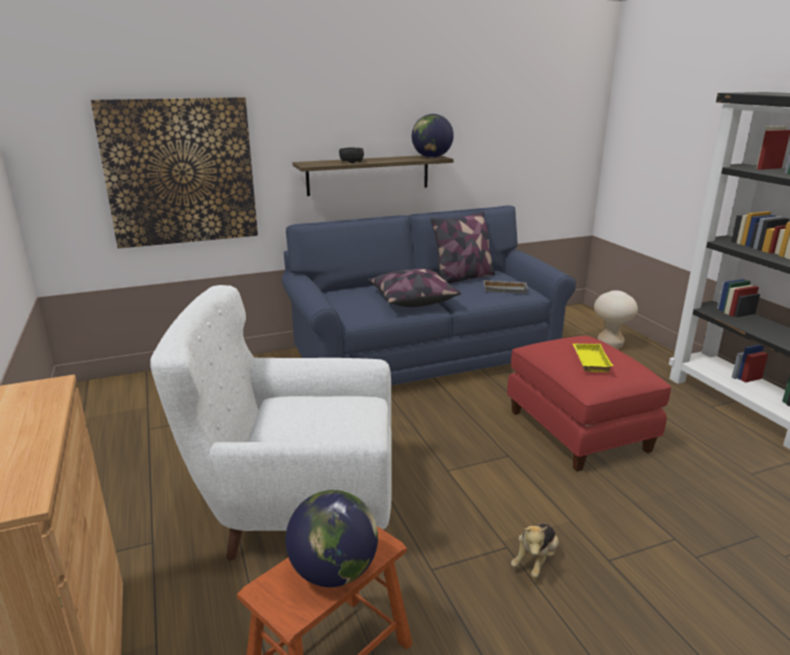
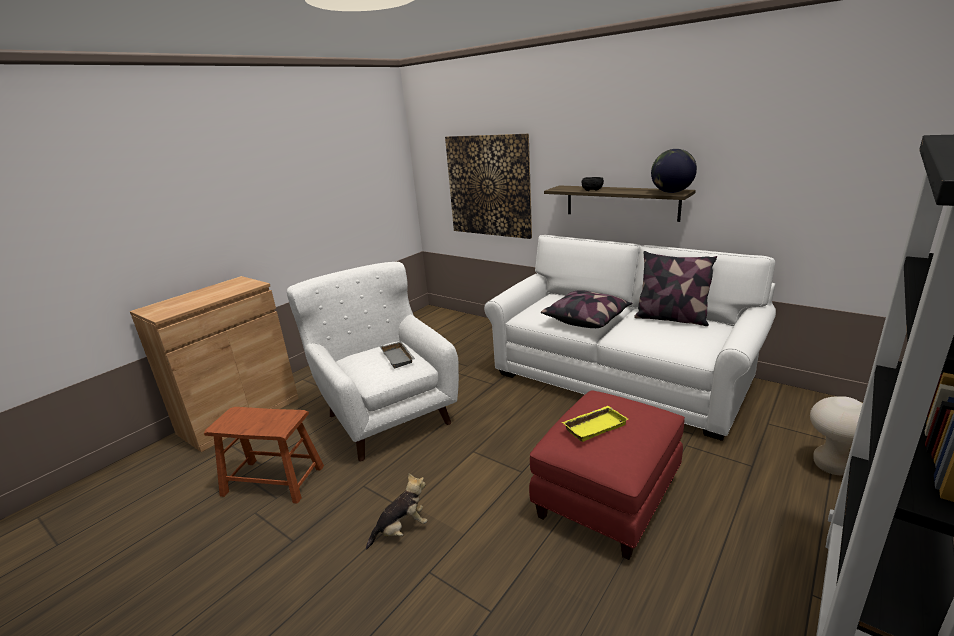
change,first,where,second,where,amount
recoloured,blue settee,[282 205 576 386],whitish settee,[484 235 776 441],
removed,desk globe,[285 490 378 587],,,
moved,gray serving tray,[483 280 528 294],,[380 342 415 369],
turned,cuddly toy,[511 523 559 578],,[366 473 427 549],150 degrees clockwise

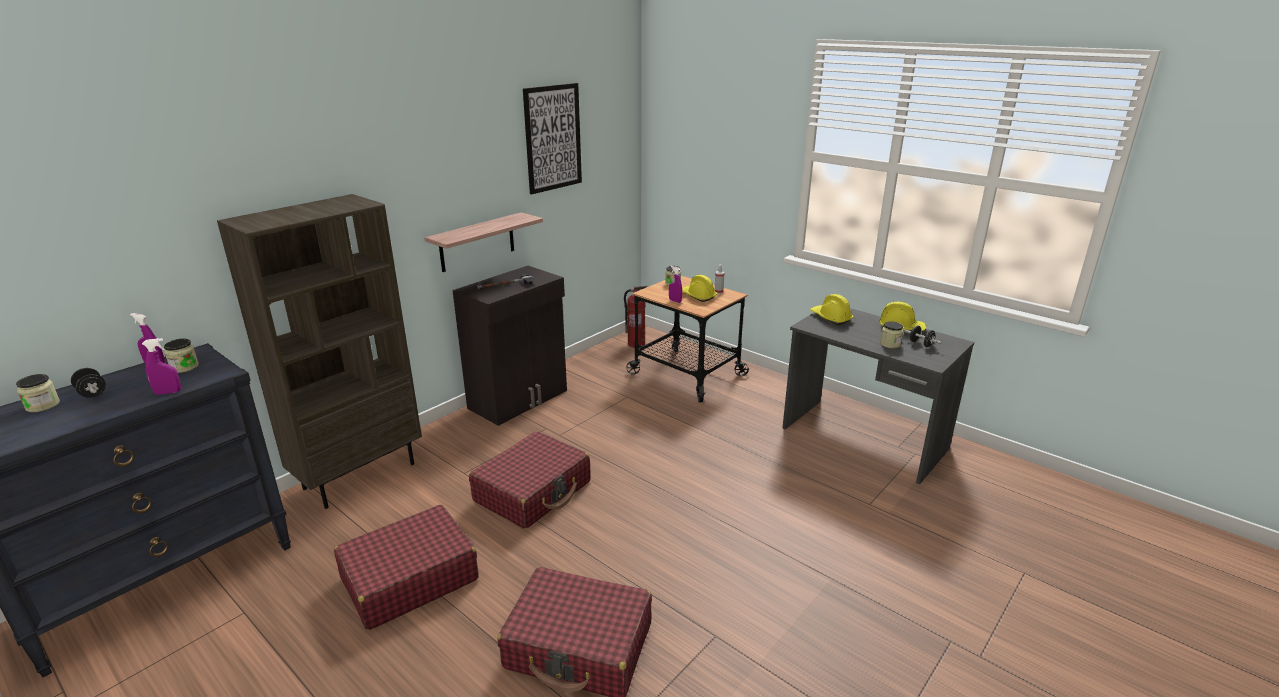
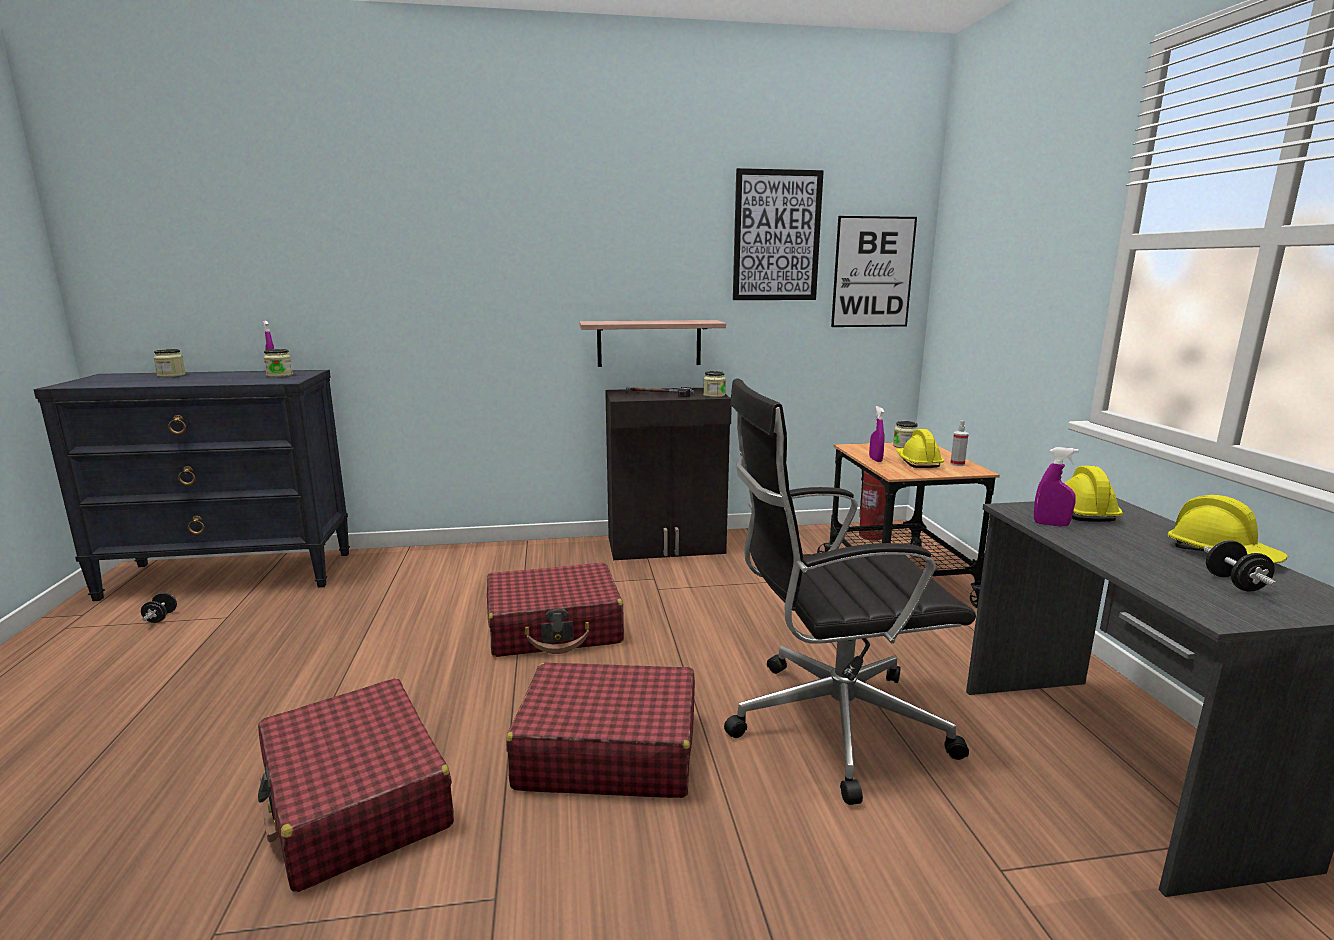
change,first,where,second,where,amount
moved,black hand weight,[71 368 106 398],,[141 593 177 623],
moved,purple hand sprayer,[142 338 181 395],,[1034 447 1079 527],
removed,brown shelving unit,[217 194 422 509],,,
moved,red travel case,[334 505 479 630],,[506 663 695 798],
moved,storage jar,[880 321 903 348],,[703 371 726 397],
added,,,black desk chair,[724 378 976 805],
added,,,wall art,[831 216 917 327],

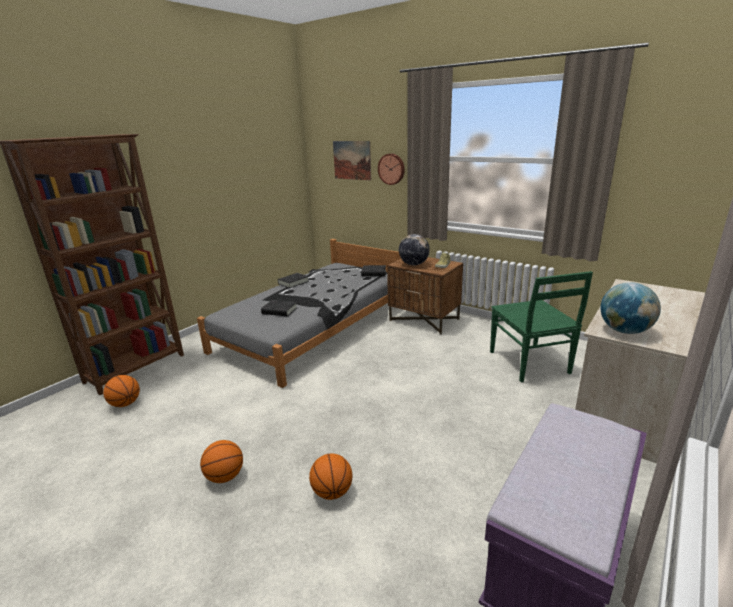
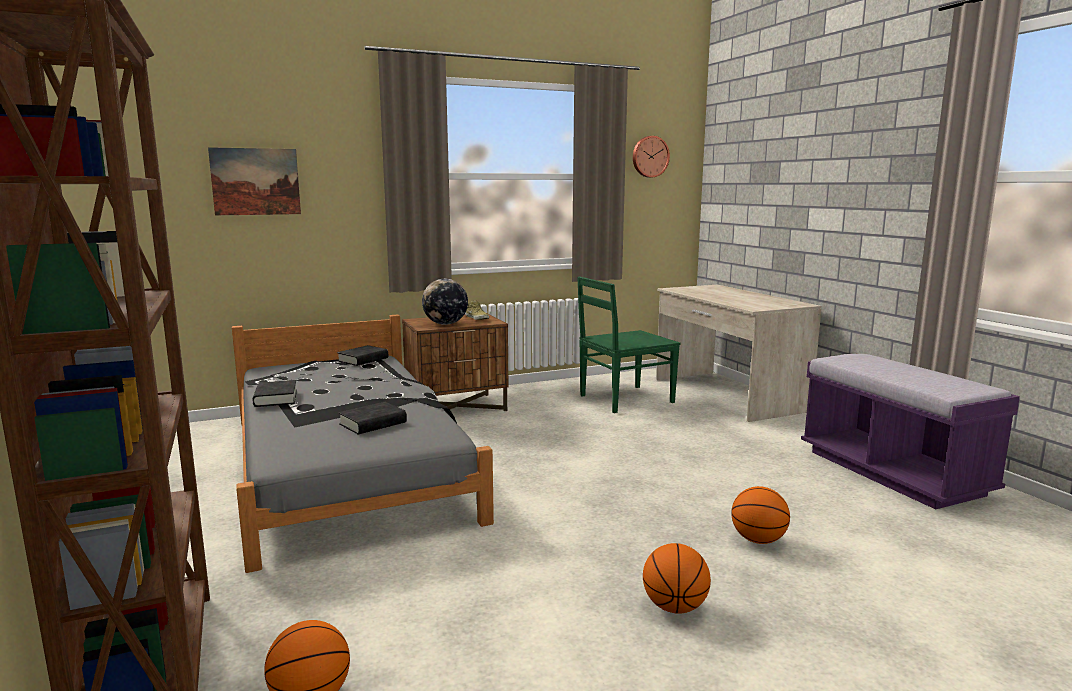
change,first,where,second,where,amount
moved,wall clock,[378 154 405 185],,[633 136 670 178],
turned,green-coloured chair,[490 271 593 382],,[577 277 680 413],135 degrees clockwise
removed,desk globe,[600 282 661 334],,,

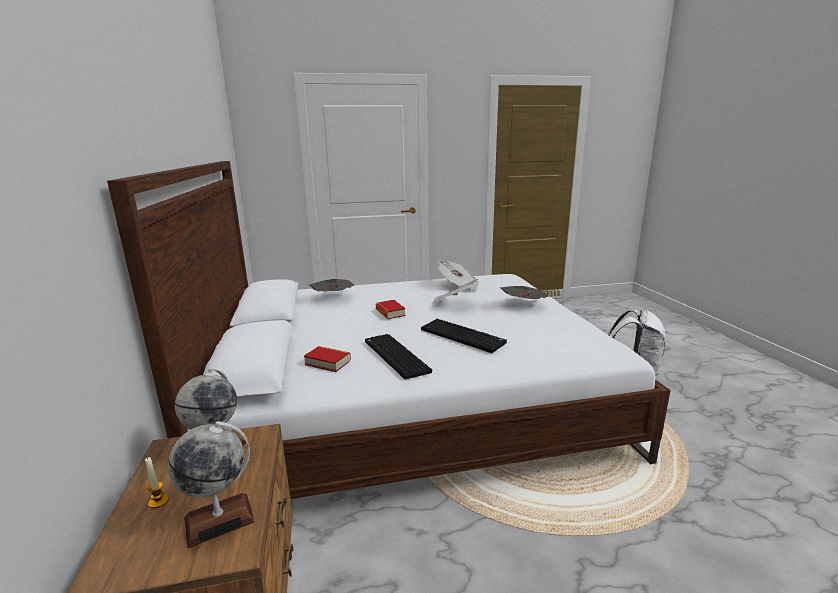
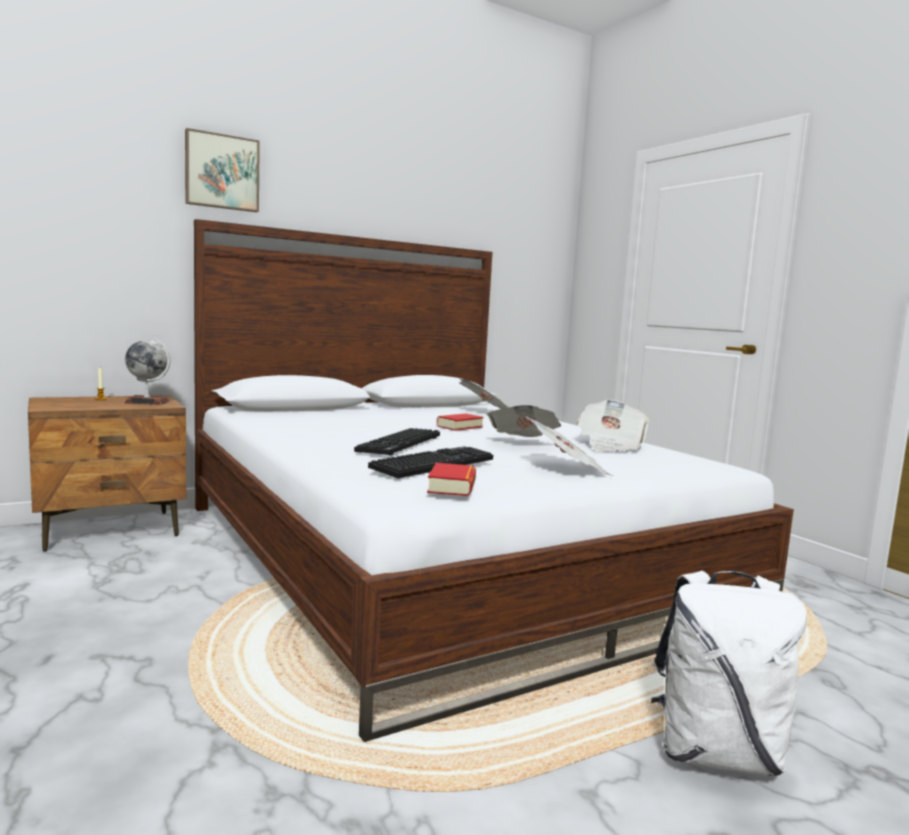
change,first,where,second,where,amount
removed,desk globe,[168 422 255 548],,,
moved,bound book,[304 346 351 372],,[427 463 476 496],
moved,PC keyboard,[365 334 432 379],,[368 446 493 478],
added,,,wall art,[185 128 260 212],

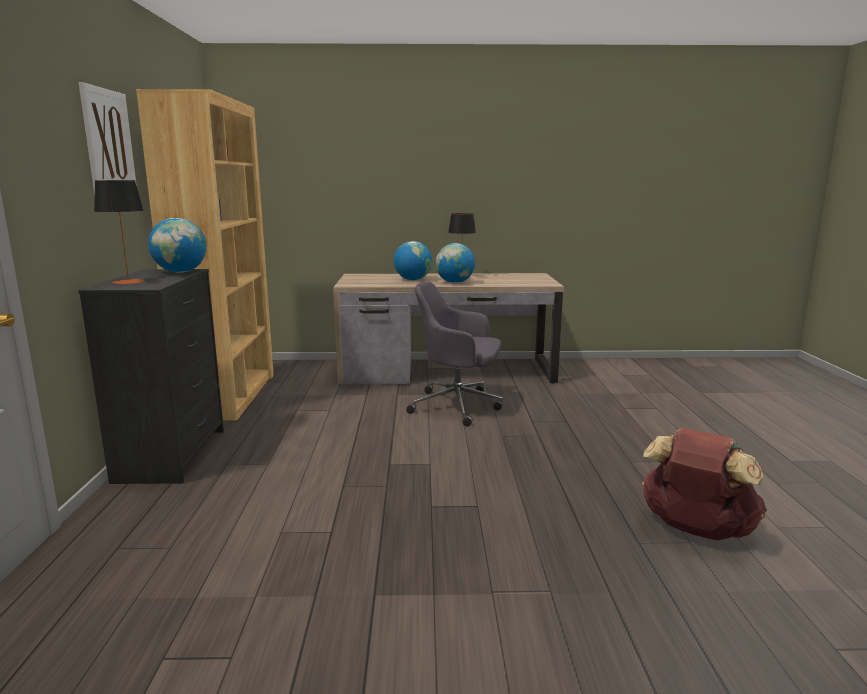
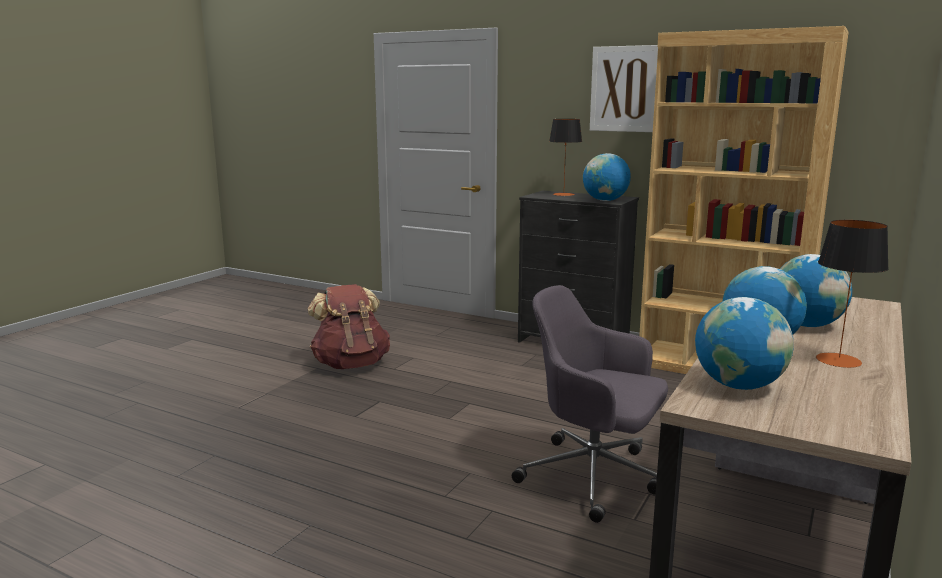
change,first,where,second,where,amount
turned,gray desk chair,[406 282 503 426],,[512 285 668 523],105 degrees counterclockwise
moved,brown backpack,[642 428 767 540],,[308 284 390 369],
added,,,desk globe,[695 297 794 390],

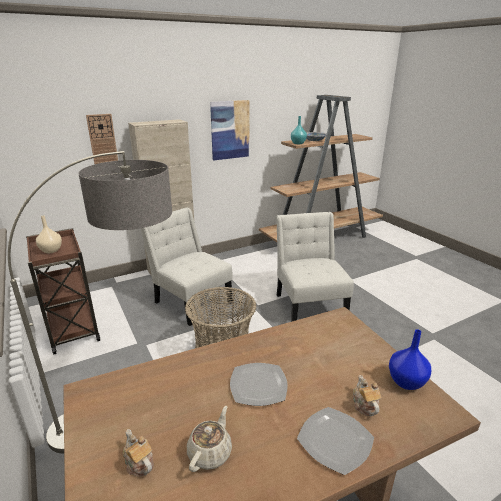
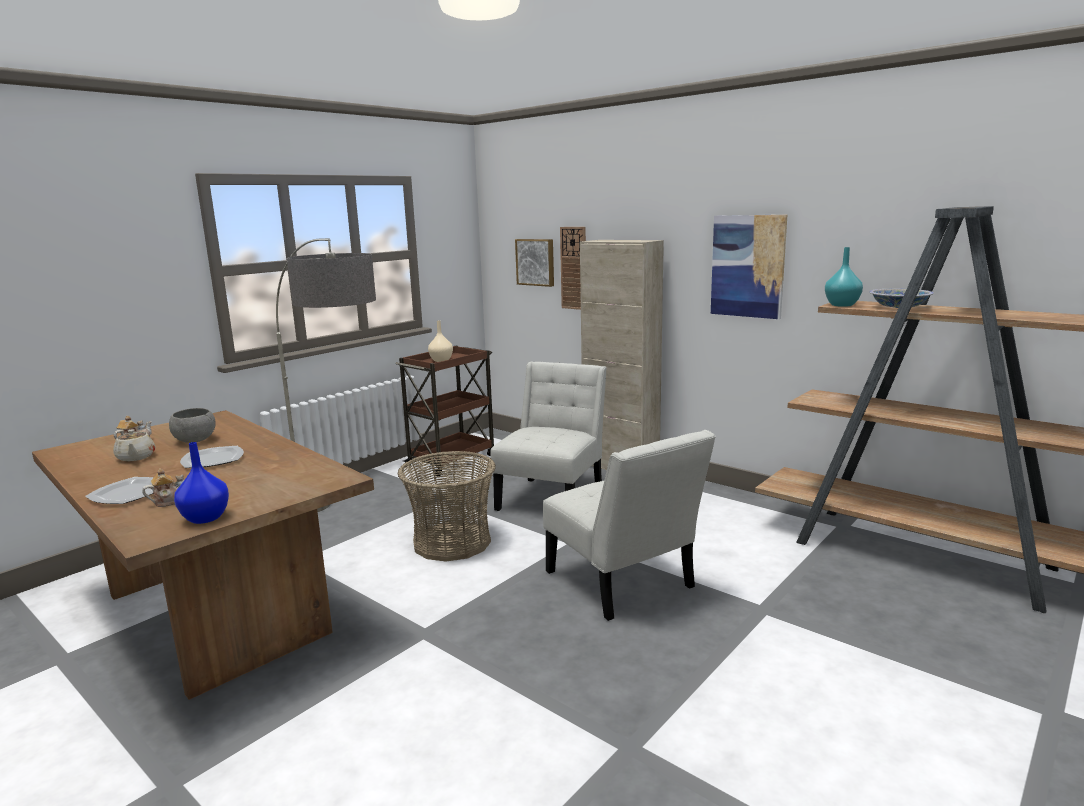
change,first,where,second,where,amount
turned,sand-coloured teapot,[187 406 232 472],,[113 429 156 461],60 degrees clockwise
turned,whitish chair,[276 212 354 322],,[543 430 716 621],90 degrees clockwise
added,,,gray bowl,[169 408 216 443],
added,,,wall art,[515 239 554 287],

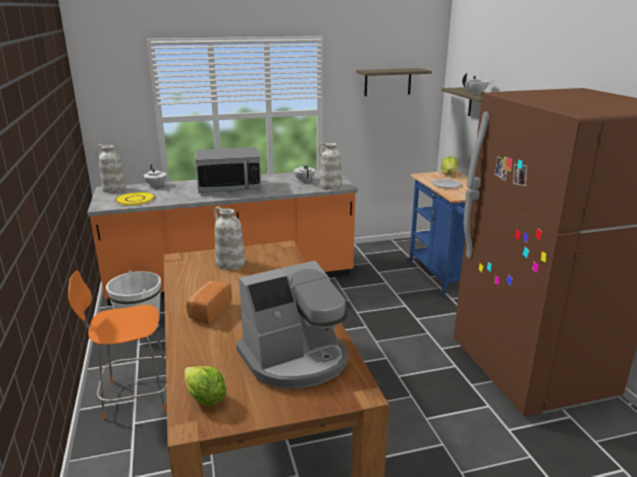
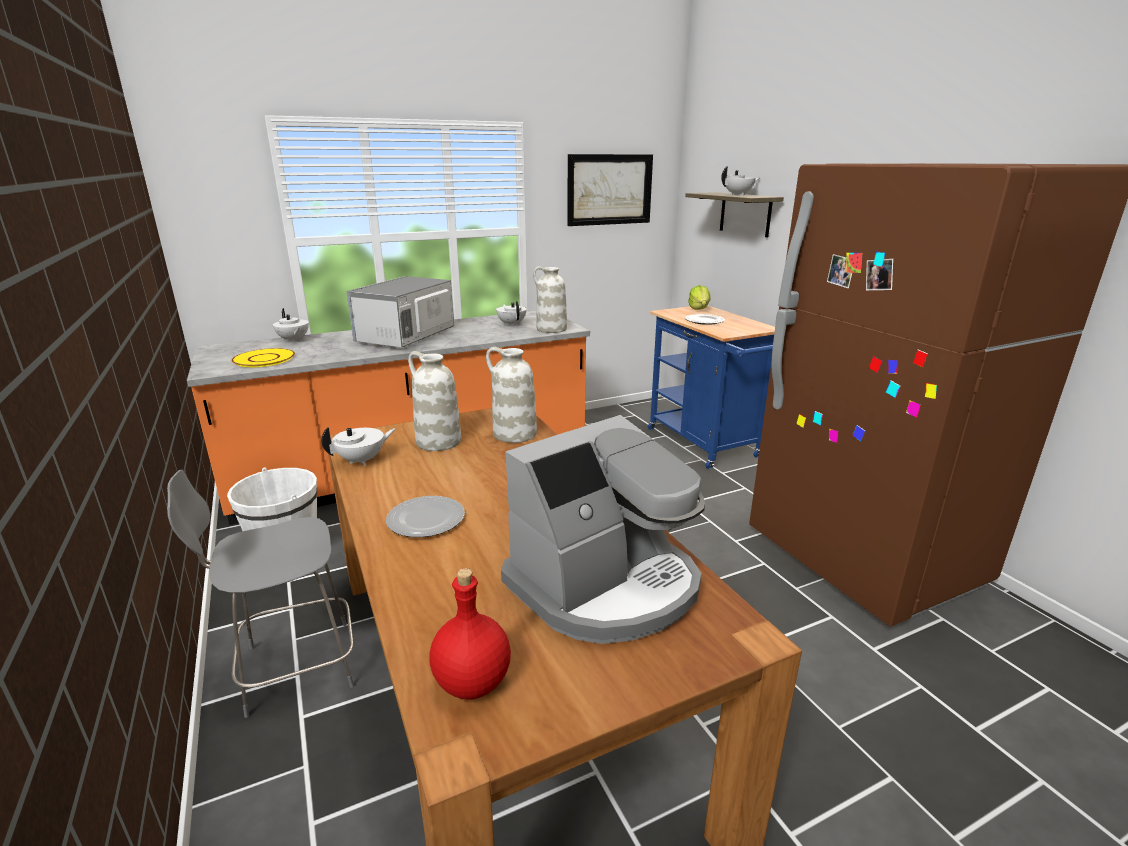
change,first,where,second,where,amount
recoloured,orange-coloured chair,[68 271 167 420],gray chair,[167 470 354 718],
moved,whitish decorative vase,[97 144 126 193],,[486 347 537 443],
replaced,lettuce,[184 366 226 406],red bottle,[429 568 511 700],
replaced,bakery bread,[186 281 232 324],dinner plate,[386 496 465 537],
turned,microwave oven,[195 147 261 193],,[347 276 454 348],135 degrees clockwise
replaced,bracket shelf,[356 68 432 96],wall art,[568 154 653 226],
added,,,whitish teapot,[322 427 395 466],

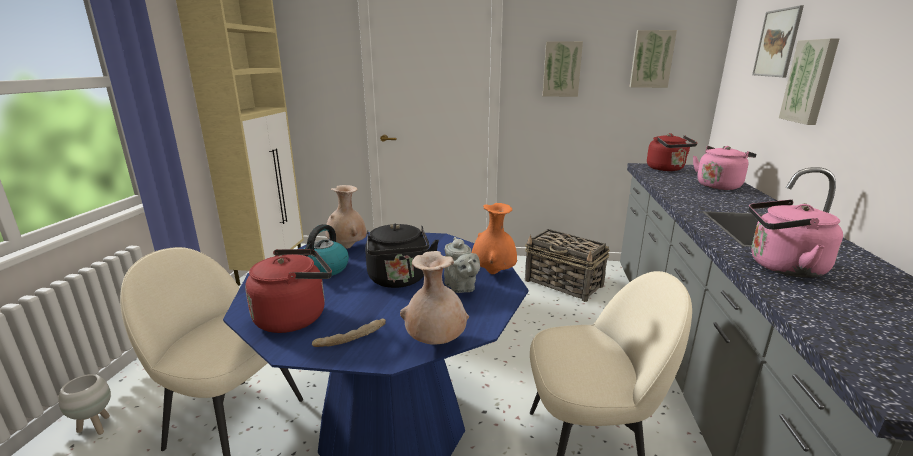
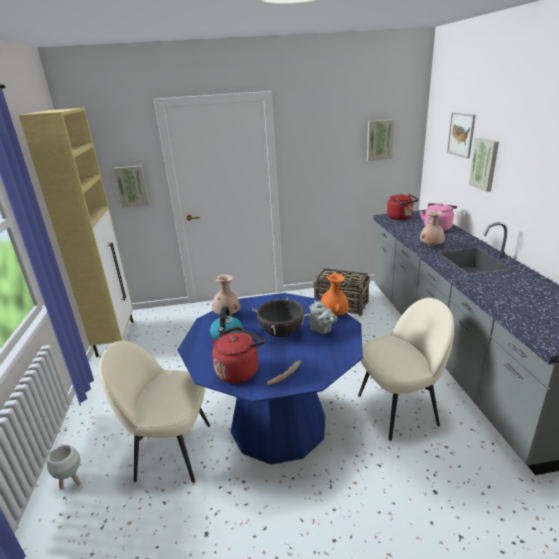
change,first,where,second,where,amount
replaced,black water kettle,[365 224 439 288],black cooking pot,[252 298 309 337],
moved,sand-coloured decorative vase,[400 251 469 345],,[420 210 445 247],
moved,wall art,[543 41 583 97],,[113 165 149 208],
removed,pinkish water kettle,[749 200 843 278],,,

